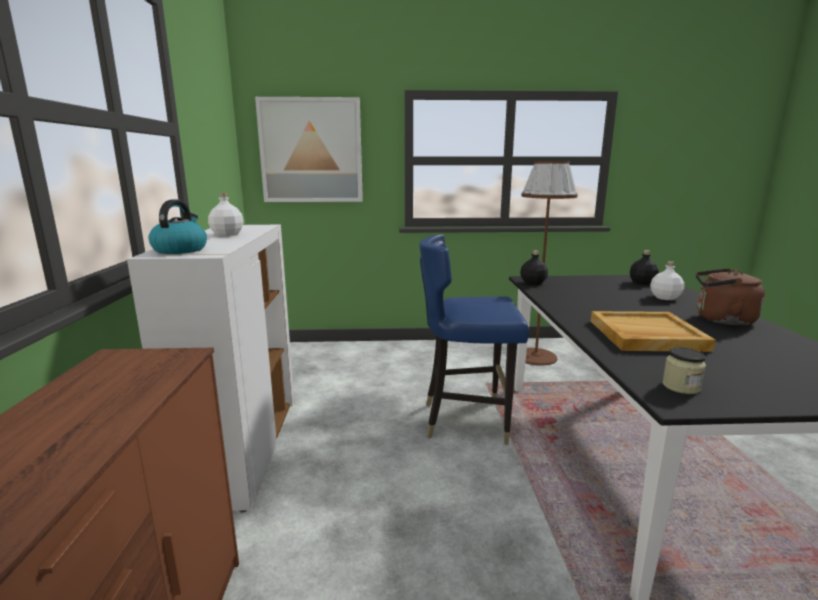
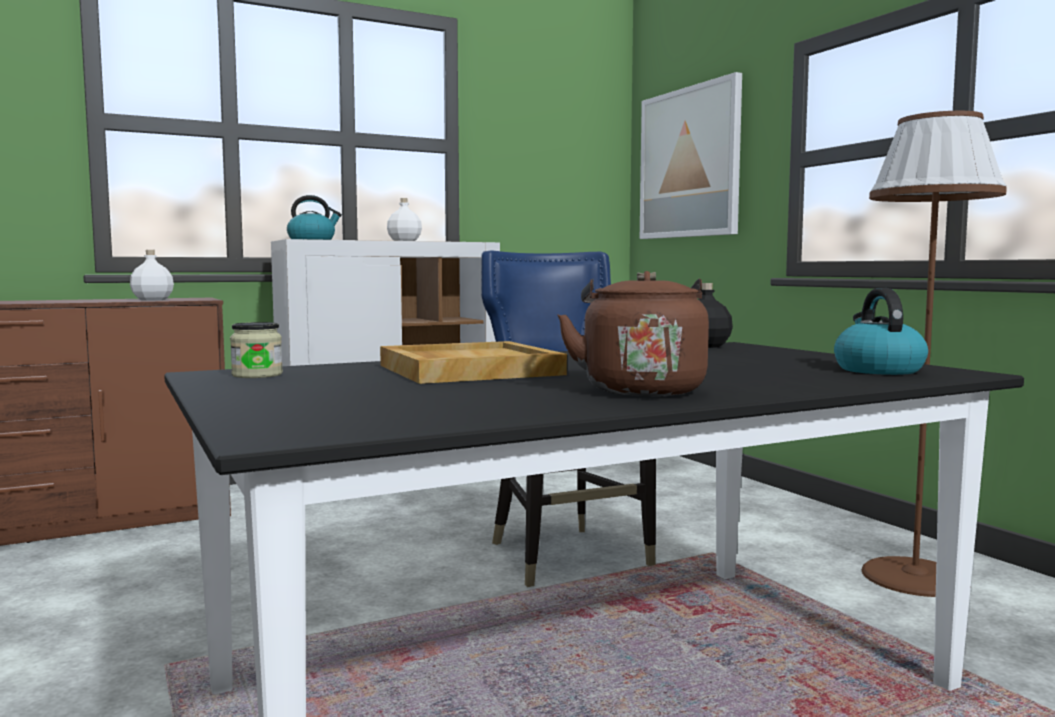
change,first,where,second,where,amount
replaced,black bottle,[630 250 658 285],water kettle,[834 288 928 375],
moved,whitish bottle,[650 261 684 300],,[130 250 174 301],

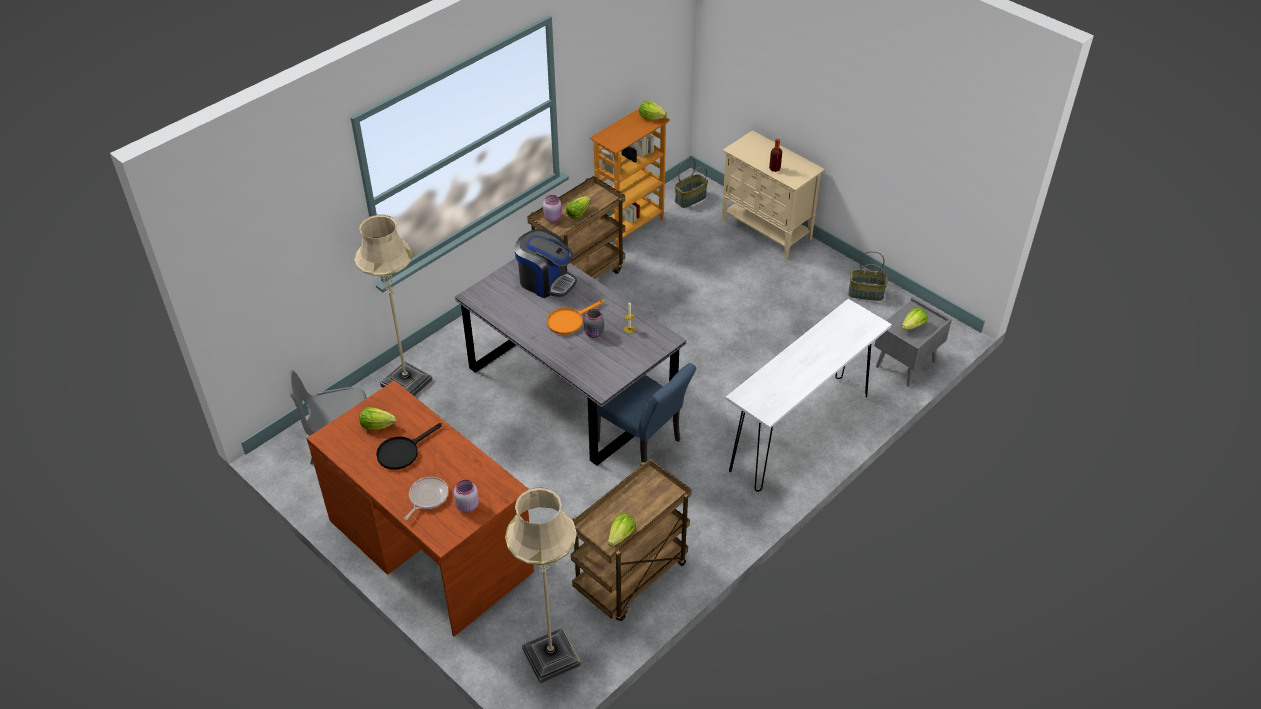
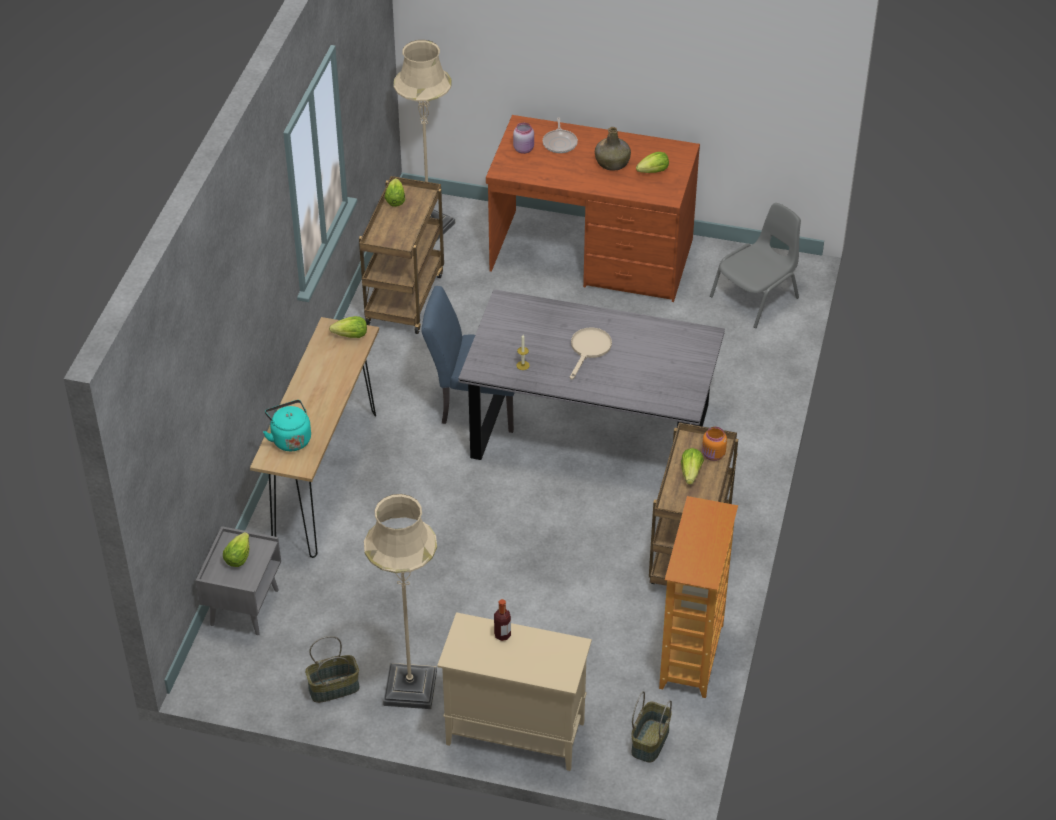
change,first,where,second,where,amount
moved,sand-coloured floor lamp,[354 215 433 396],,[364 494 437 709],
replaced,black frying pan,[376 423 442 470],green-coloured bottle,[595 127 631 171],
removed,coffee brewer,[515 229 577 298],,,
recoloured,pinkish storage jar,[543 195 562 222],orange-coloured storage jar,[702 427 727 461],
recoloured,orange-coloured frying pan,[547 300 604 335],sand-coloured frying pan,[570 327 612 380],
removed,gray storage jar,[584 309 604 338],,,
moved,lettuce,[639 100 667 120],,[329 316 367 338],
recoloured,whitish narrow table,[726 299 892 492],brown narrow table,[250 317 379 558],
added,,,turquoise-coloured water kettle,[263 400 311 451],

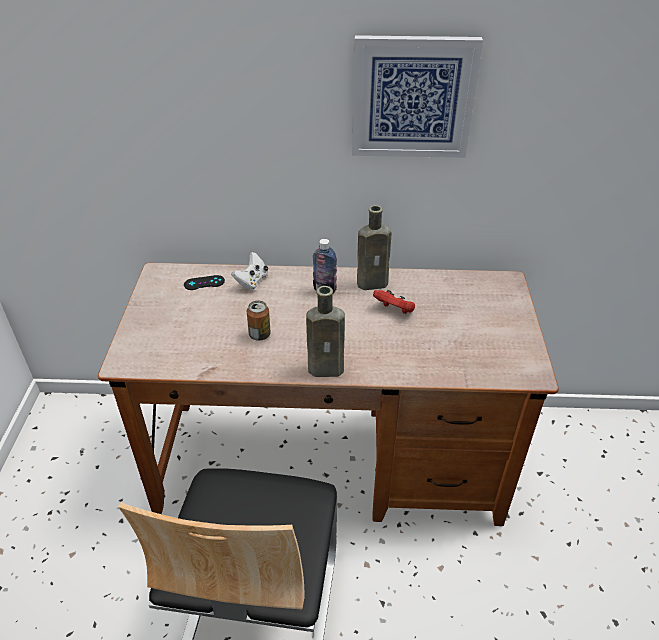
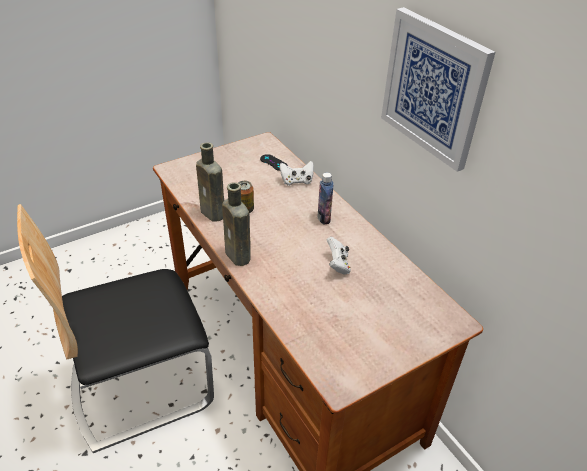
change,first,where,second,where,amount
moved,brown bottle,[357 205 391 290],,[196 142 224 221],
recoloured,red joypad,[373 290 415 314],whitish joypad,[327 237 351 275],

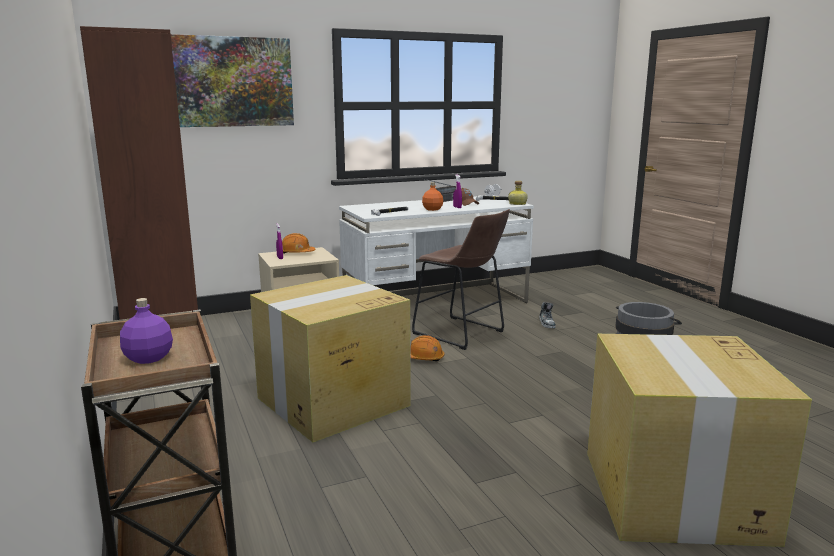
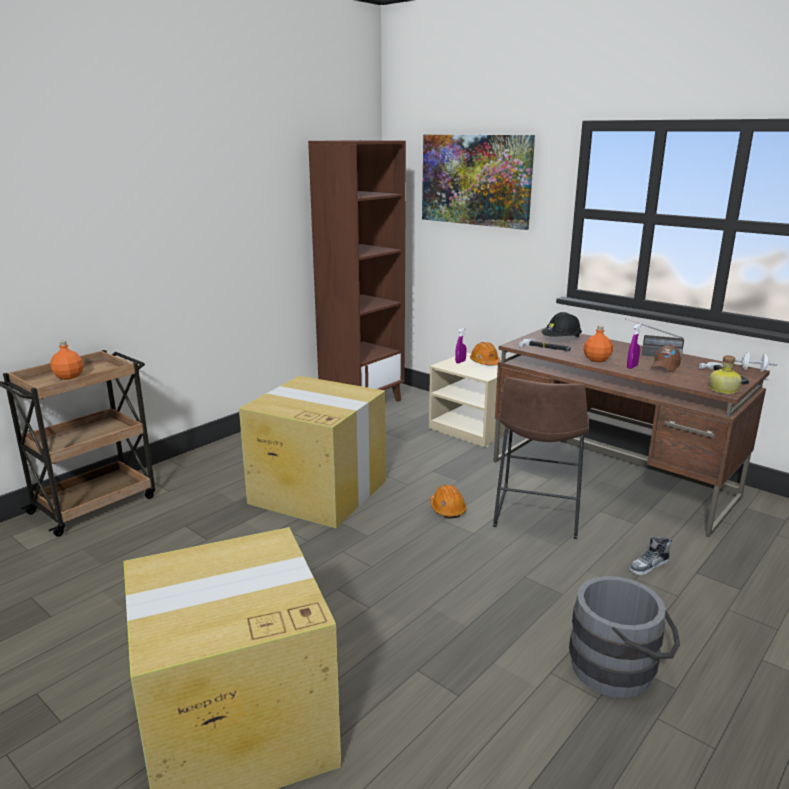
change,first,where,second,where,amount
recoloured,purple bottle,[120 298 173 364],orange-coloured bottle,[50 340 83 380],
recoloured,whitish desk unit,[339 195 534 303],brown desk unit,[494 327 770 537],
added,,,black hard hat,[541 312 582 338],

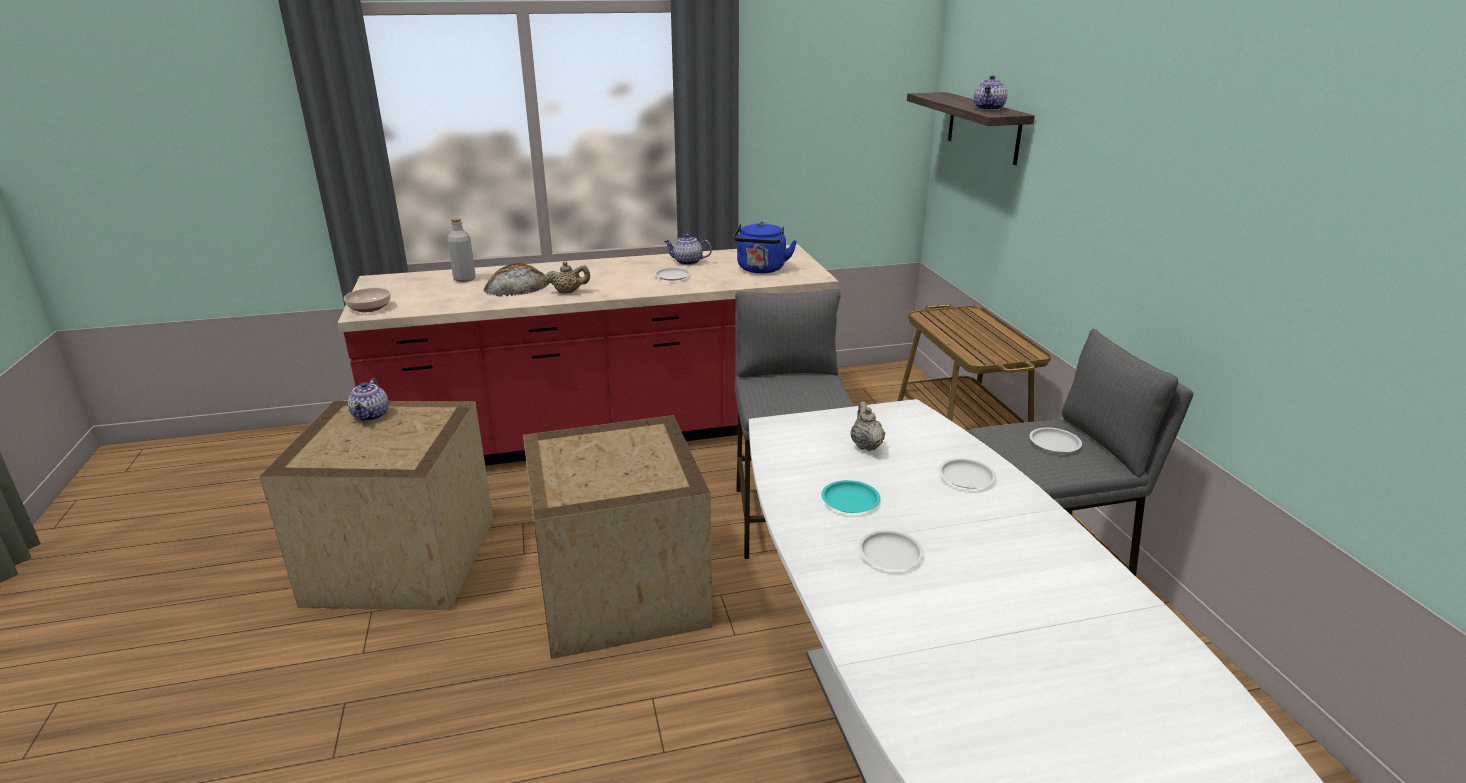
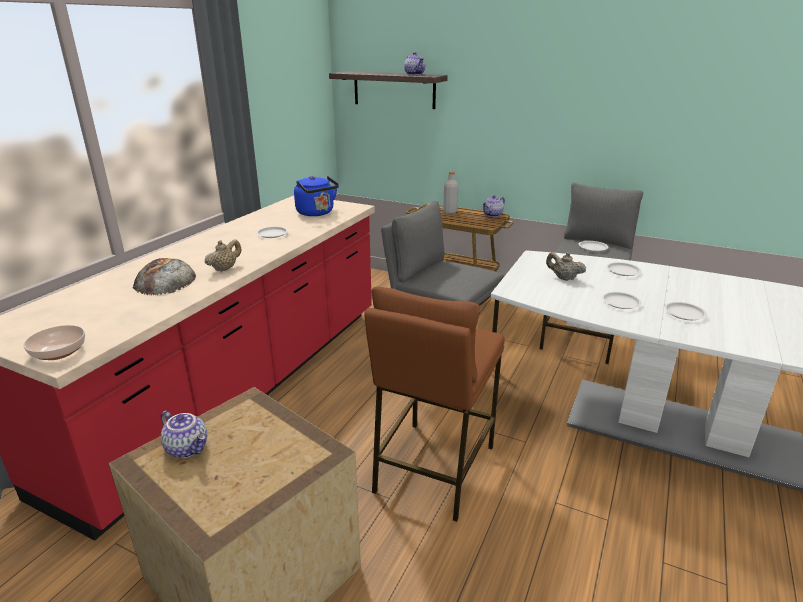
change,first,where,second,where,amount
moved,gray bottle,[447 218 476 282],,[443 172 459 214],
replaced,shipping crate,[523 415 713 659],brown stool seat,[364 287 505 522],
moved,teapot,[664 234 712 265],,[482 195 505 217],
recoloured,turquoise-coloured dinner plate,[821 480 880 513],whitish dinner plate,[602 292 642 309],

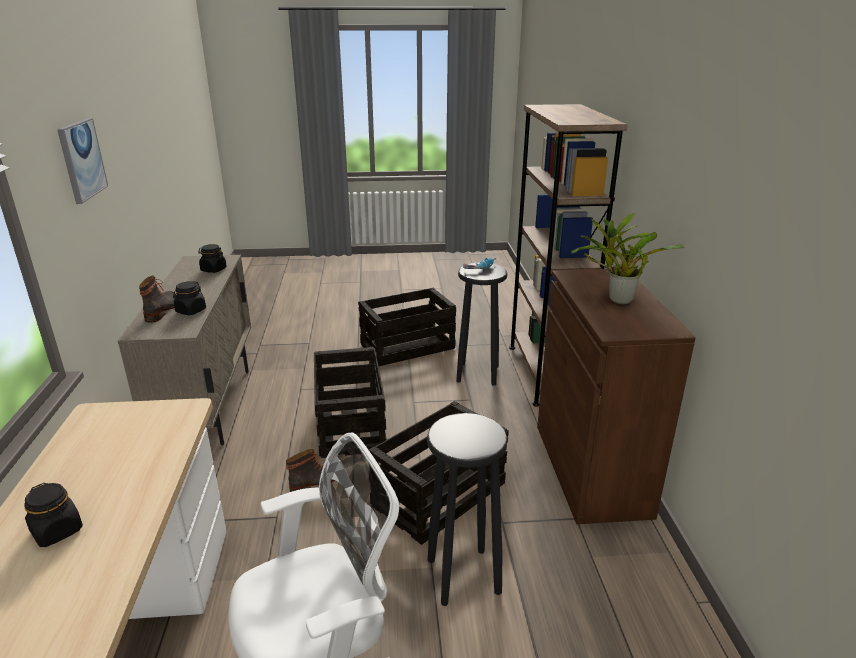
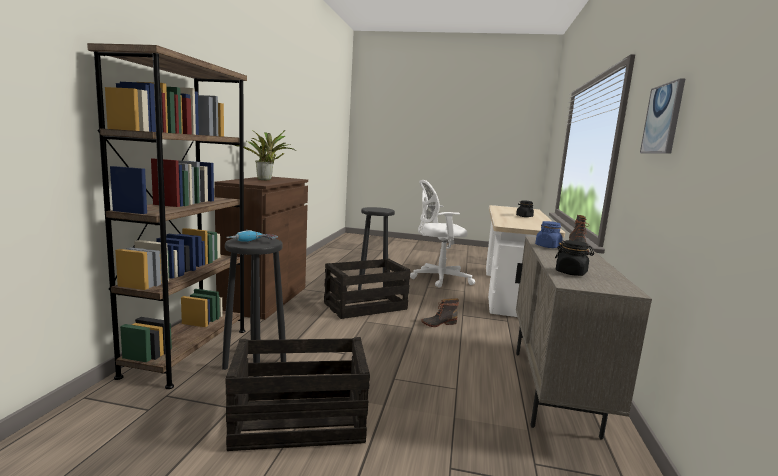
change,first,where,second,where,amount
recoloured,black storage jar,[173 281 206 315],blue storage jar,[535 221 563 248],
removed,shipping crate,[314 347 387 458],,,

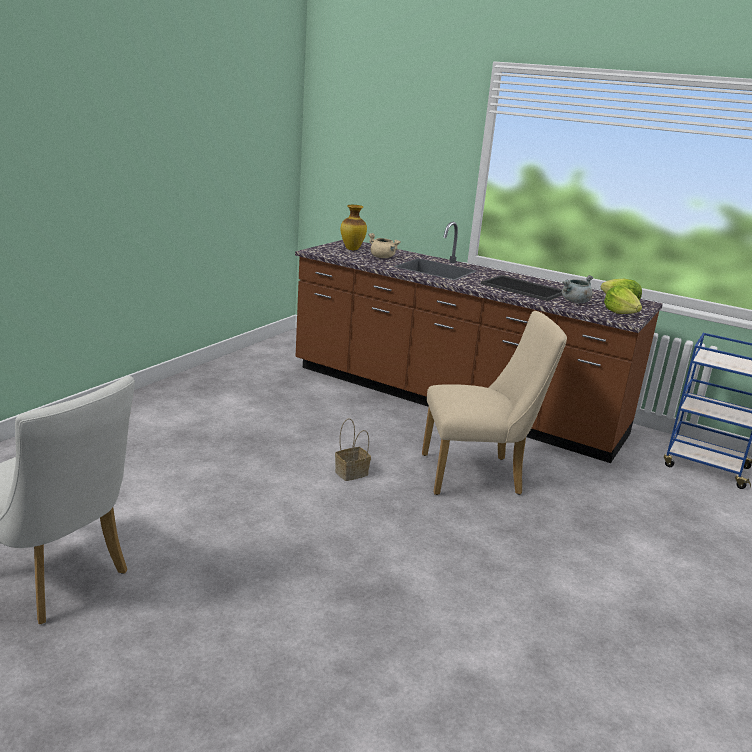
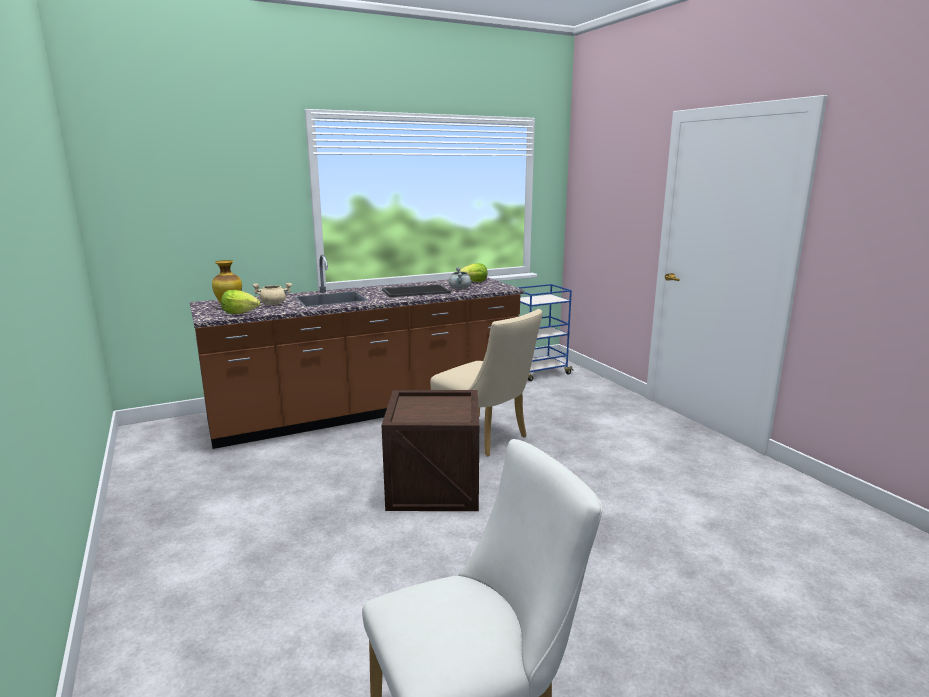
change,first,where,second,where,amount
replaced,basket,[335 419 371 481],shipping crate,[381 390 479 511],
turned,sand-coloured chair,[422 311 567 495],,[430 309 543 456],105 degrees clockwise
moved,lettuce,[604 285 642 314],,[221 290 260 314],

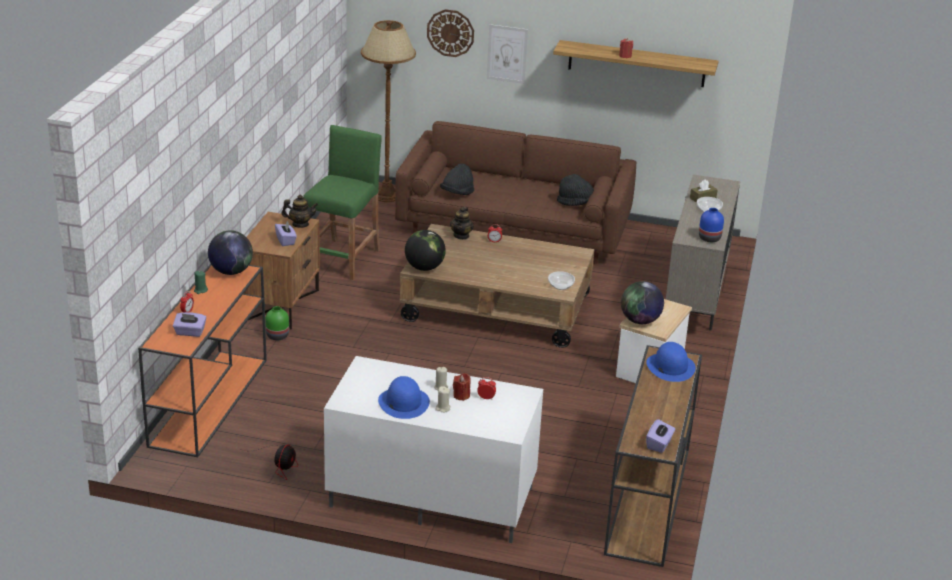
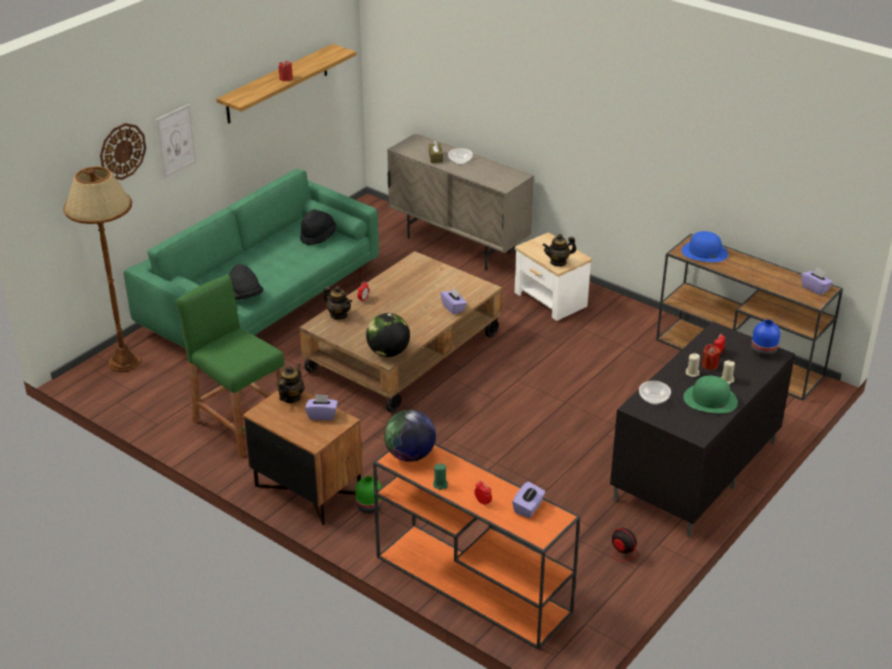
change,first,where,second,where,amount
recoloured,whitish tv stand,[324 356 543 543],black tv stand,[610 321 795 538],
recoloured,blue clothing hat,[378 376 430 419],green-coloured clothing hat,[683 376 738 413],
recoloured,brown settee,[395 121 636 265],green-coloured settee,[124 169 379 348],
moved,bowl,[548 271 575 290],,[639 381 671 405],
replaced,desk globe,[621 281 664 324],teapot,[543 234 576 267],
moved,blue decorative vase,[699 208 724 242],,[751 319 780 358],
added,,,purple tissue holder,[440 288 467 314],

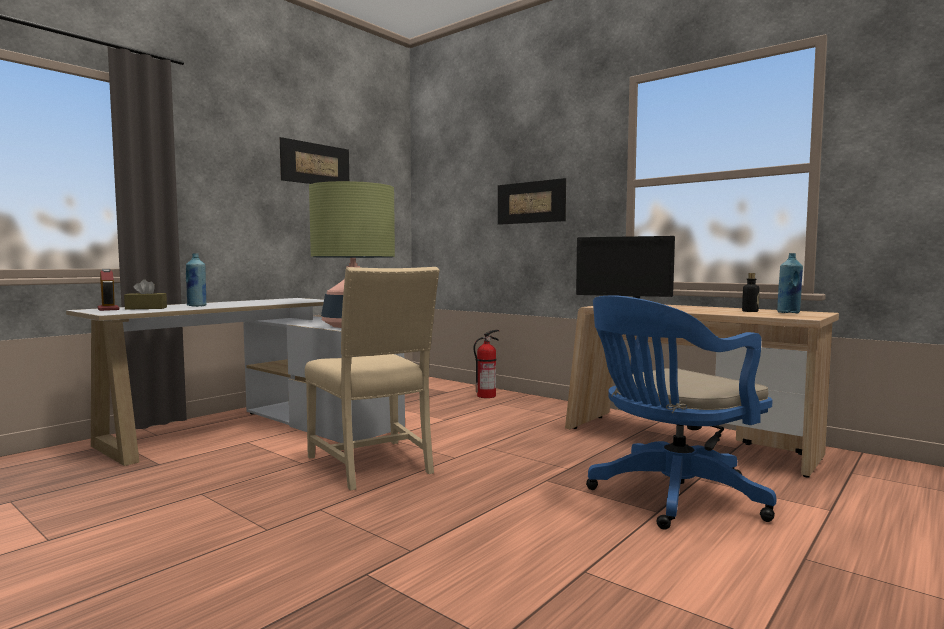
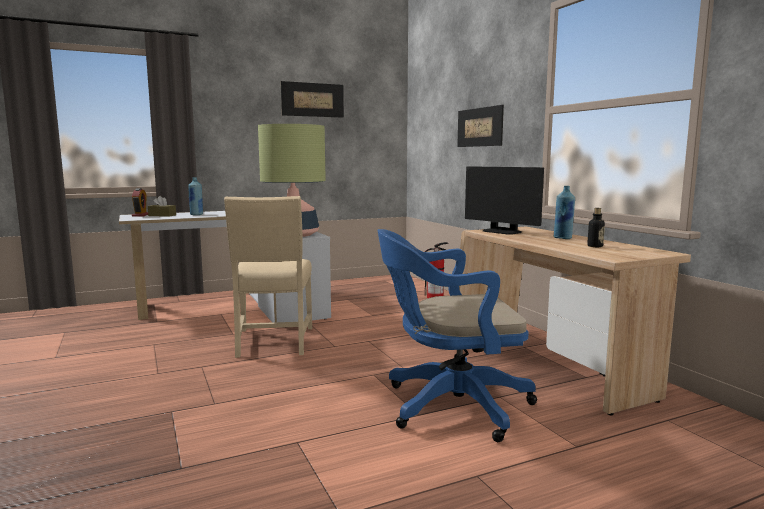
change,first,where,second,where,amount
moved,blue bottle,[777 253 803 313],,[554 186 575 239],

